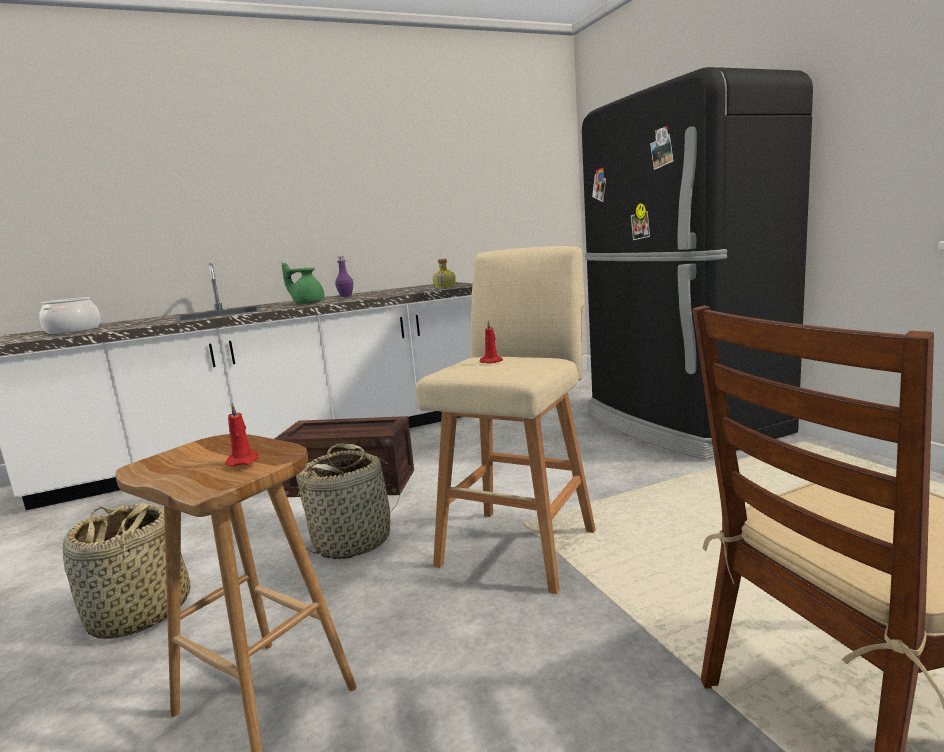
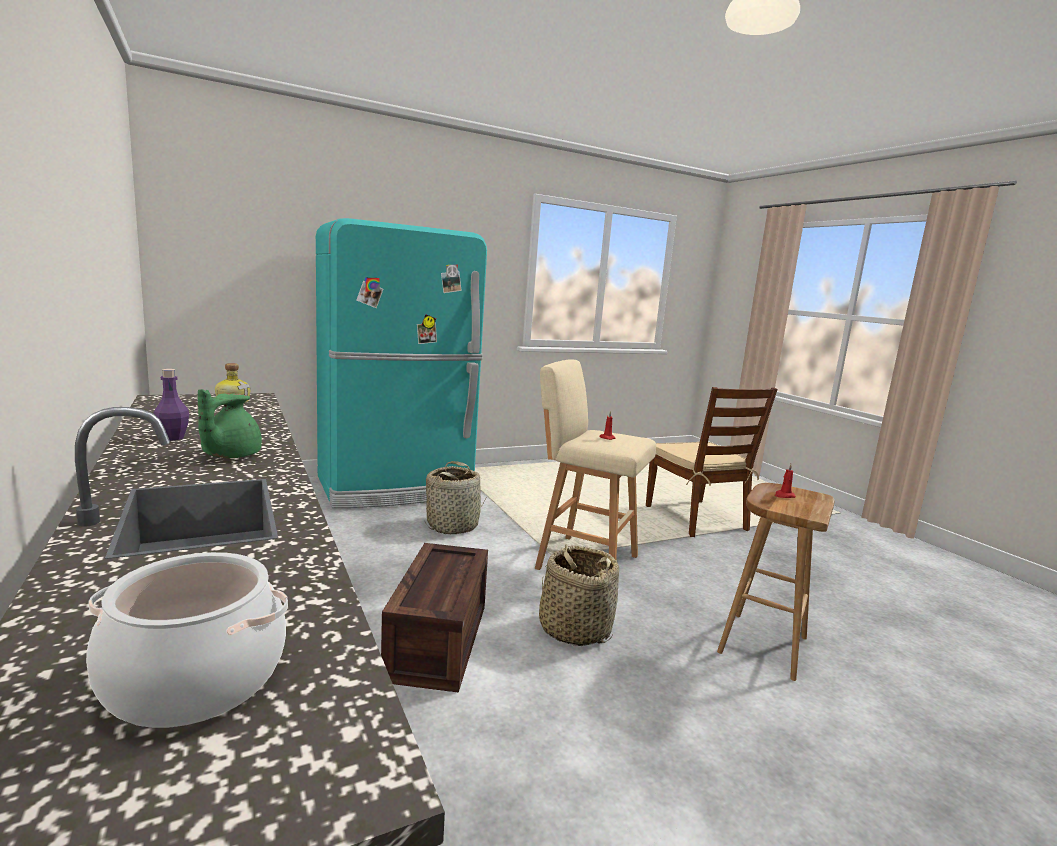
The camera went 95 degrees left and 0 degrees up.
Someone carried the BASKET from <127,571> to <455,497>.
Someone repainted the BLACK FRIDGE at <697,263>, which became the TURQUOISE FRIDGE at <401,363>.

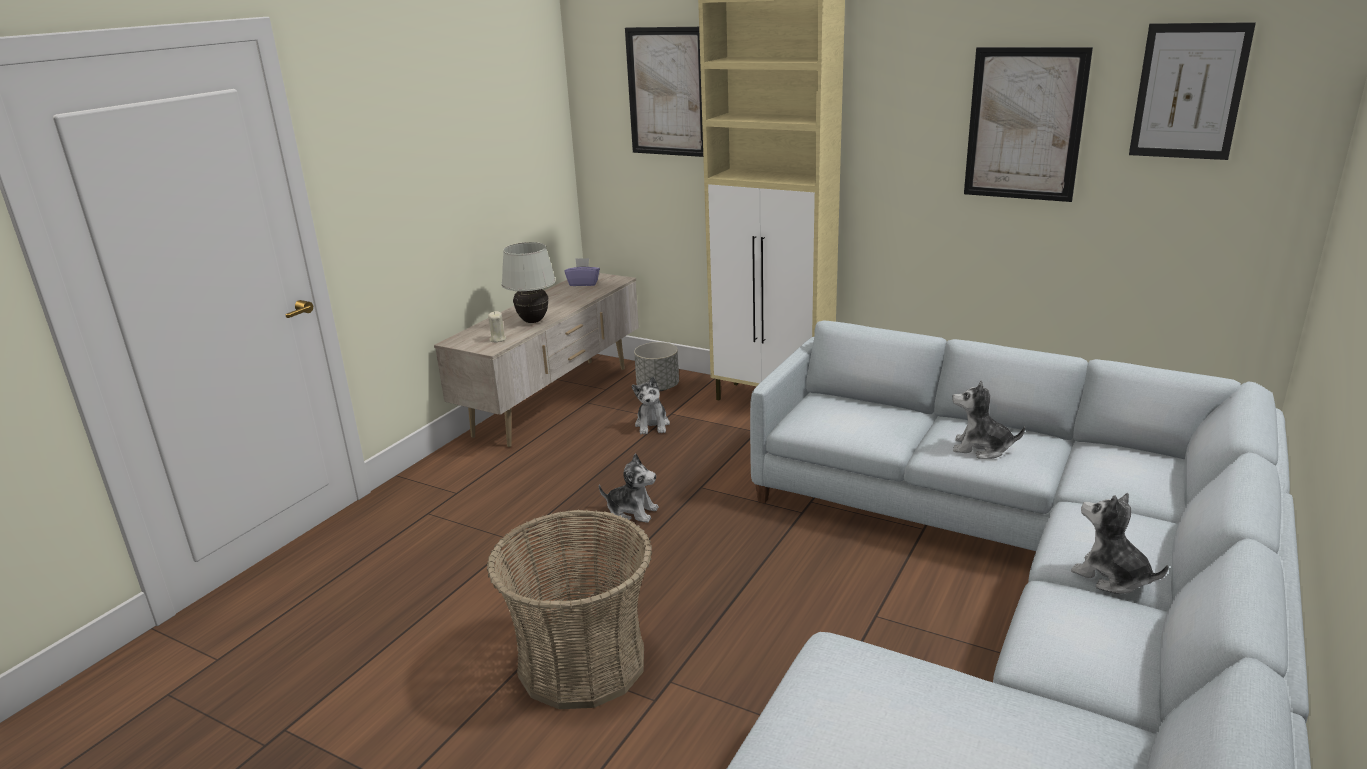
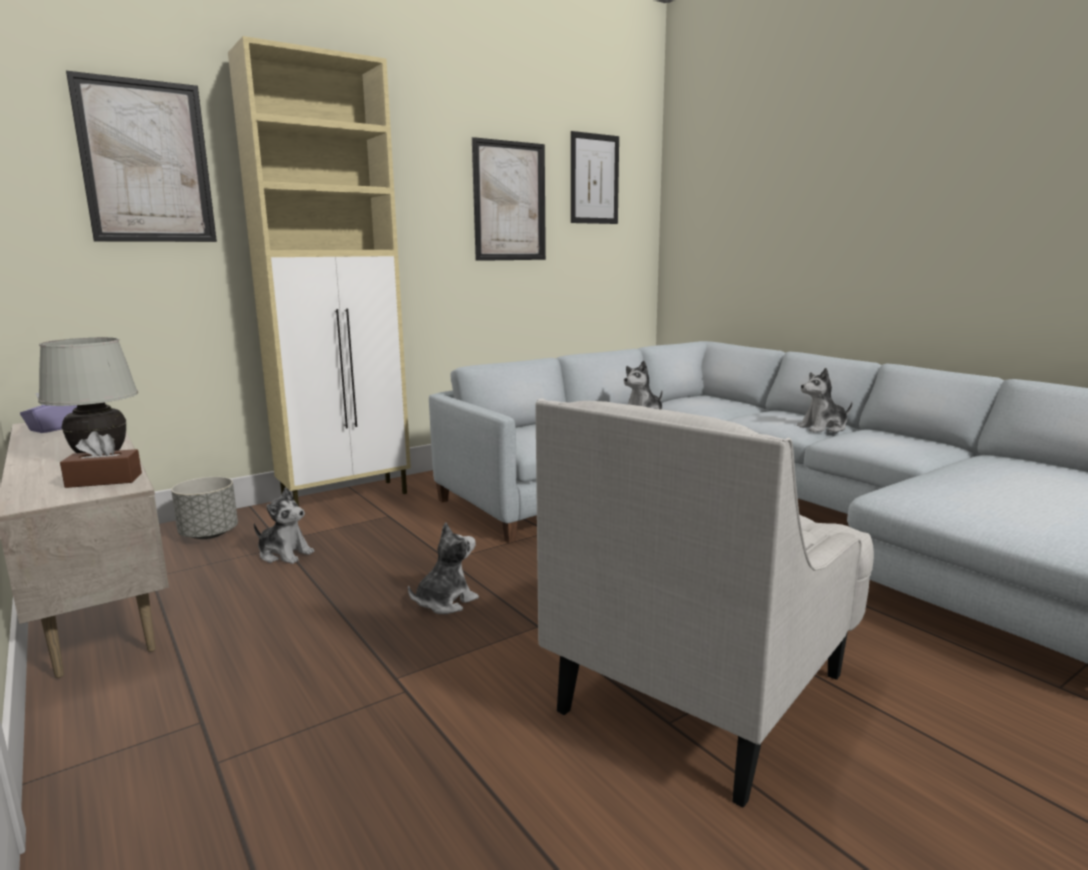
The camera went 65 degrees left and 10 degrees down.
Someone swapped the BASKET at <569,609> for the WHITE ARMCHAIR at <704,603>.
Someone swapped the BEIGE CANDLE at <497,326> for the BROWN TISSUE BOX at <101,459>.

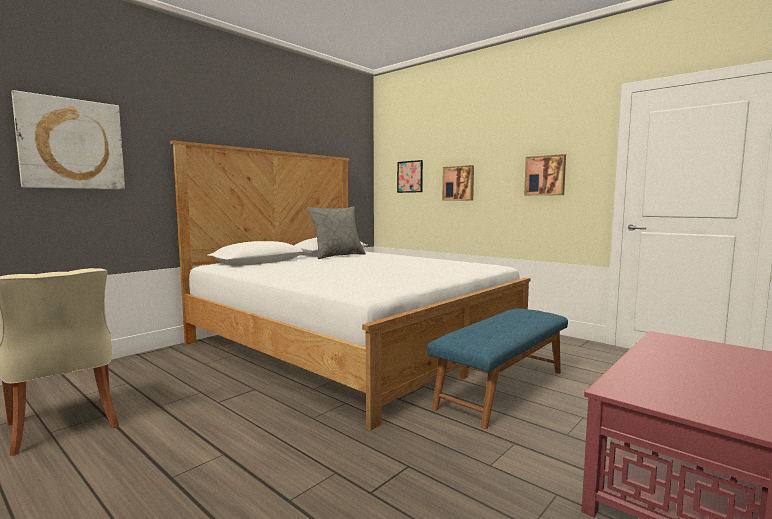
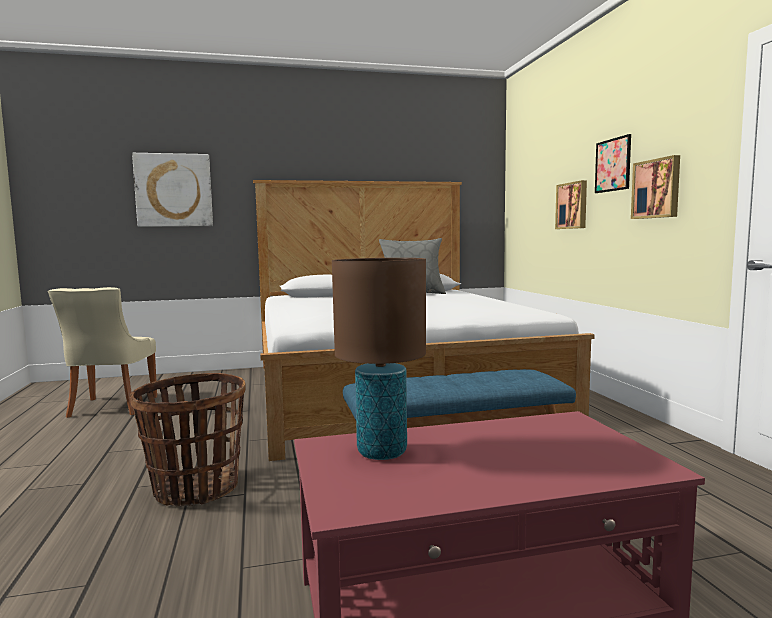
The camera went 35 degrees right and 0 degrees up.
Someone carried the PICTURE from <410,176> to <613,163>.
Someone put down the BASKET at <187,439>.
Someone put down the BROWN TABLE LAMP at <379,359>.

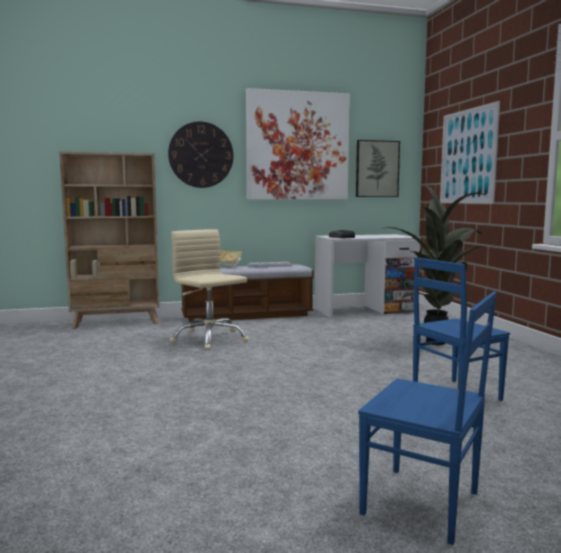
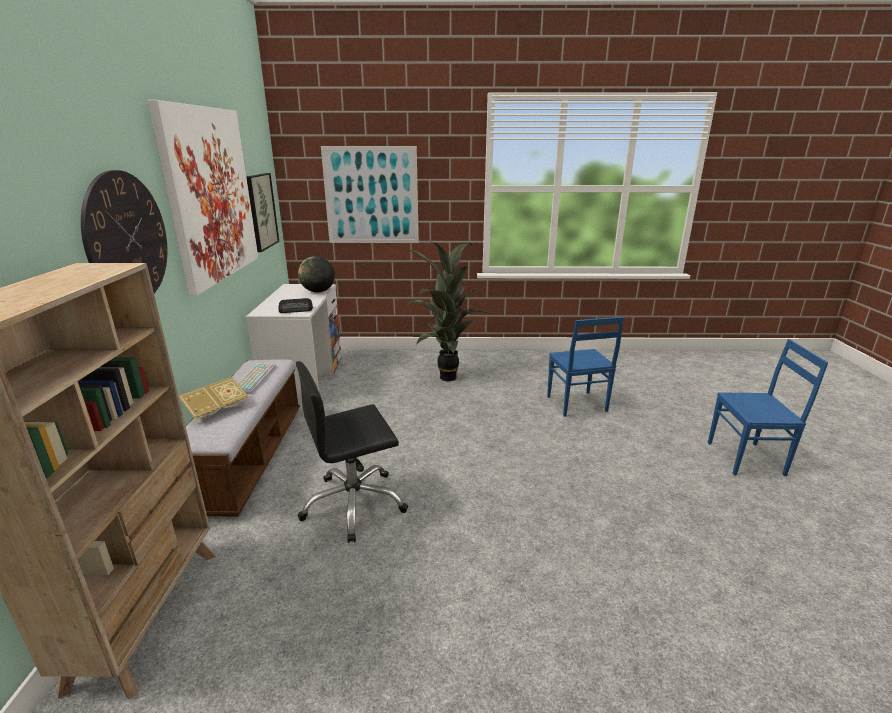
The camera went 75 degrees left and 15 degrees up.
Someone repainted the BEIGE OFFICE CHAIR at <209,289>, which became the BLACK OFFICE CHAIR at <352,452>.
Someone rotated the BLUE CHAIR at <427,418> by 45 degrees clockwise.
Someone put down the GLOBE at <316,274>.

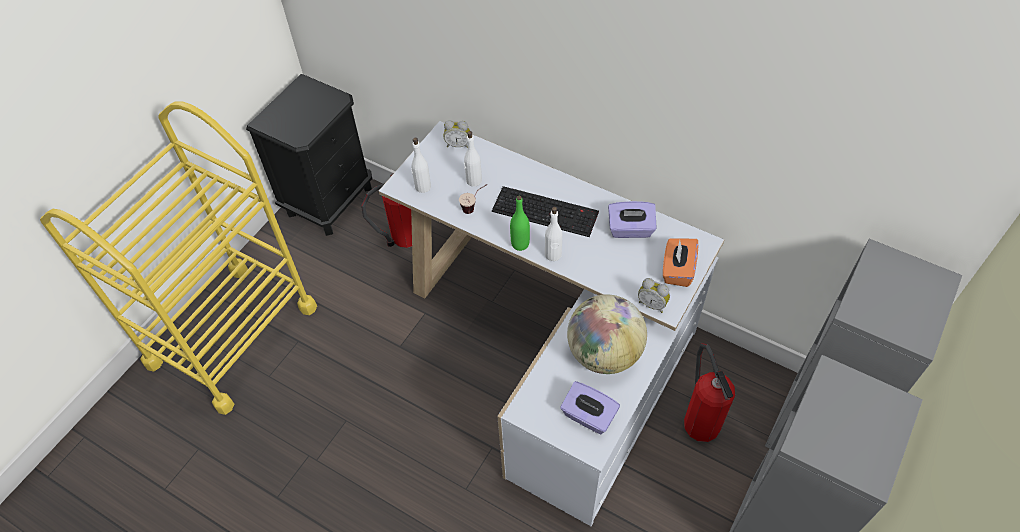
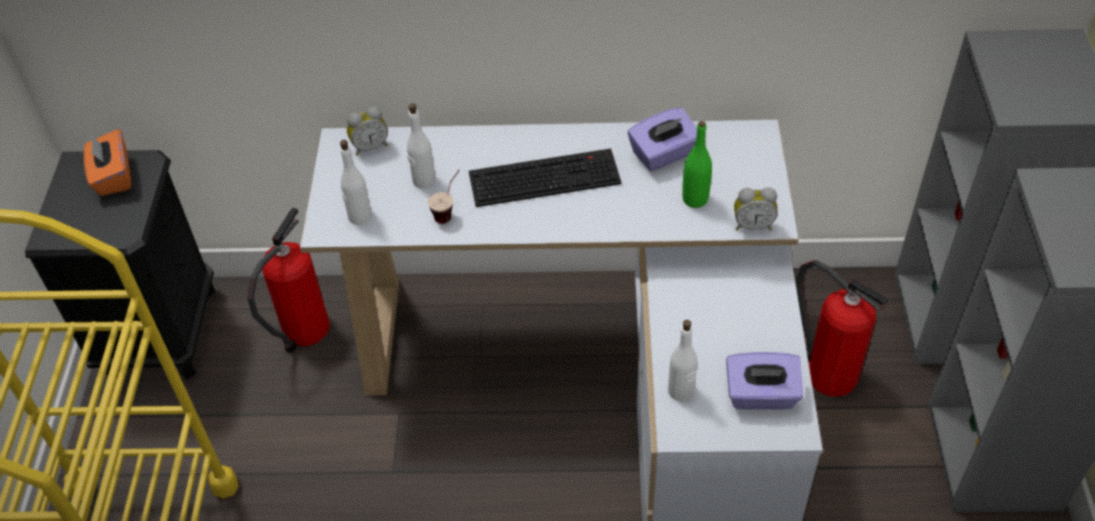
The camera went 30 degrees left and 5 degrees down.
Someone carried the GREEN BOTTLE from <520,223> to <697,164>.
Someone carried the WHITE BOTTLE from <554,234> to <682,360>.
Someone took away the GLOBE at <607,334>.
Someone carried the ORANGE TISSUE BOX from <680,263> to <107,162>.

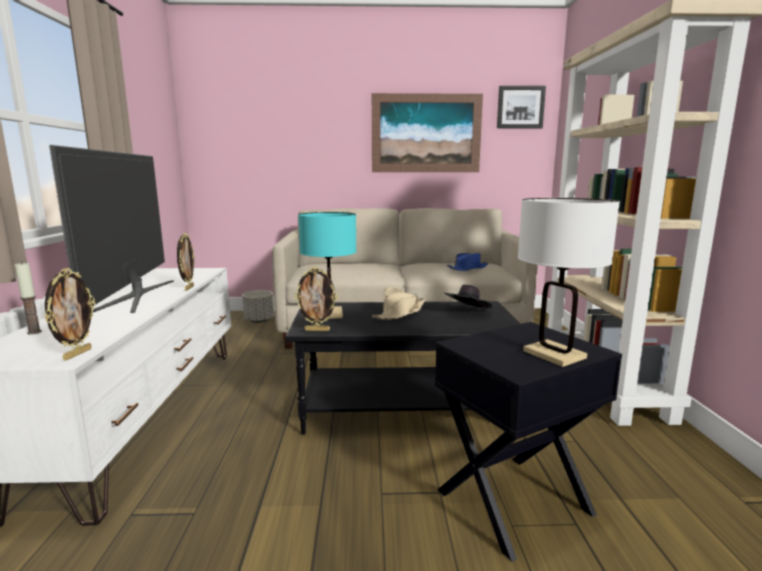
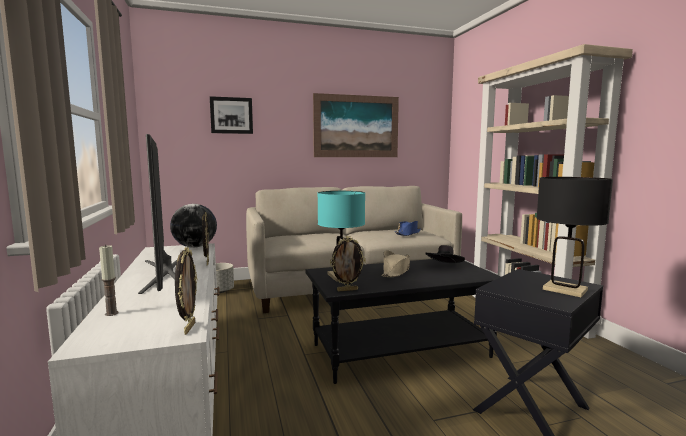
The camera went 15 degrees left and 5 degrees down.
Someone carried the PICTURE from <521,107> to <231,115>.
Someone repainted the WHITE TABLE LAMP at <569,282>, which became the BLACK TABLE LAMP at <574,237>.
Someone put down the GLOBE at <193,226>.

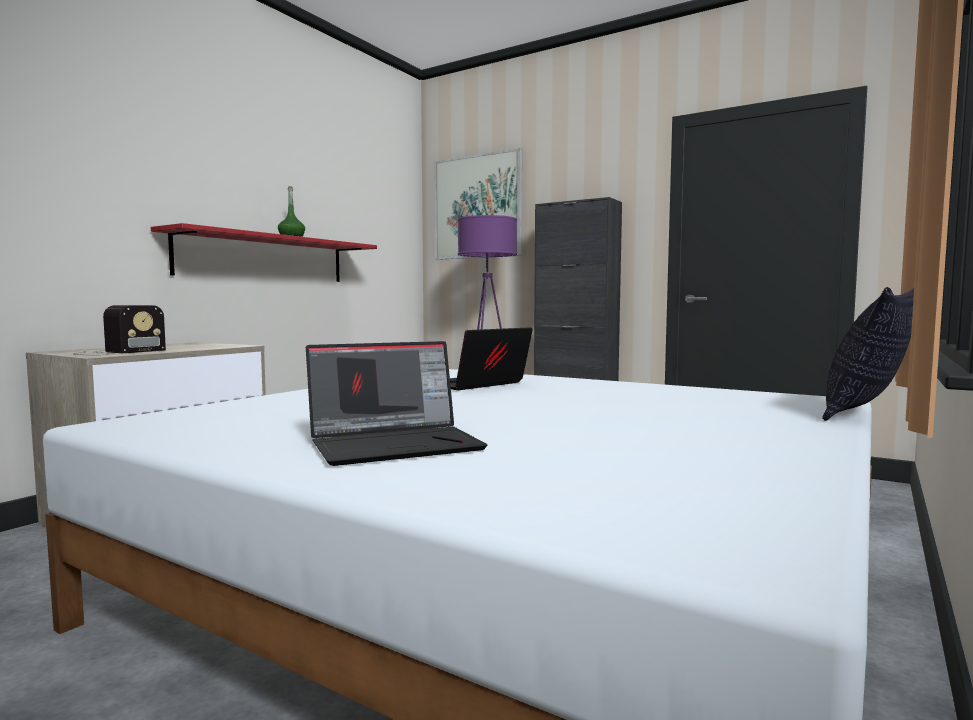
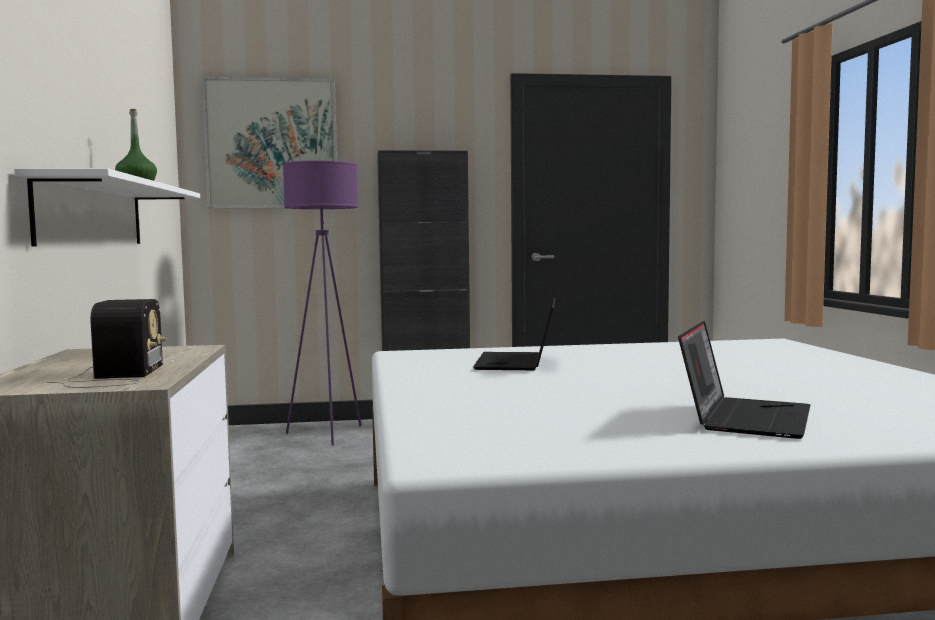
The camera went 40 degrees left and 0 degrees up.
Someone repainted the RED SHELF at <264,252>, which became the WHITE SHELF at <107,207>.
Someone took away the PILLOW at <868,354>.

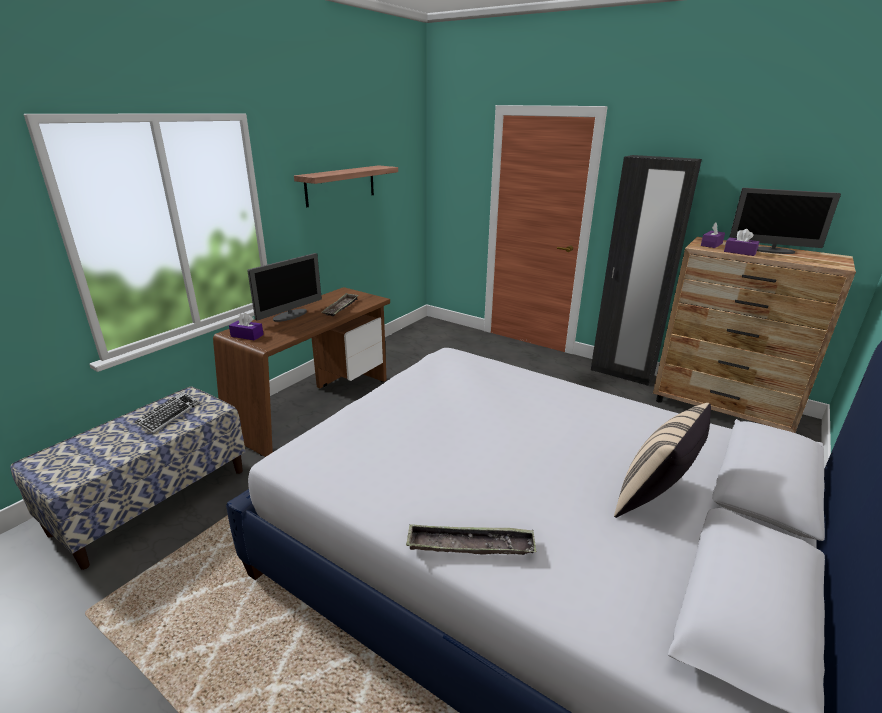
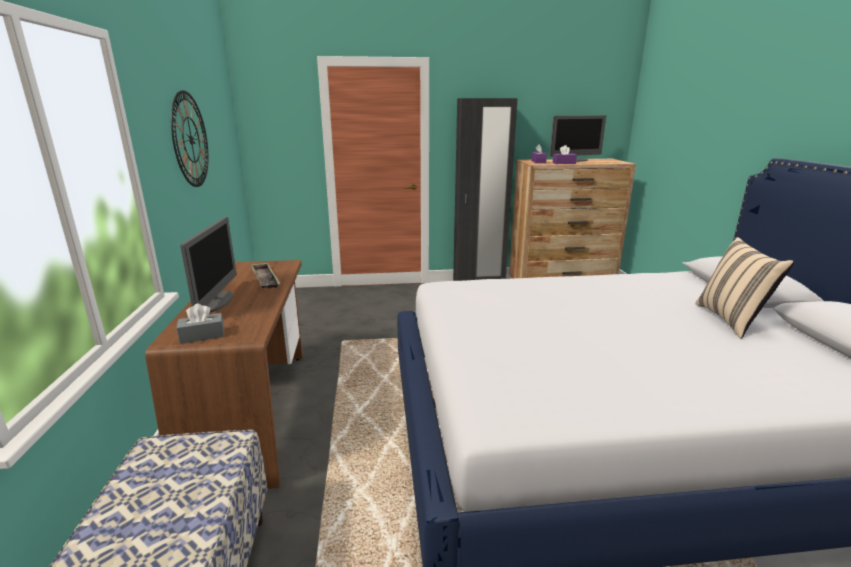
The camera went 40 degrees left and 5 degrees down.
Someone took away the KEYBOARD at <167,413>.
Someone repainted the PURPLE TISSUE BOX at <246,327>, which became the GREY TISSUE BOX at <200,324>.
Someone swapped the SHELF at <346,186> for the WALL CLOCK at <189,138>.
Someone took away the TRAY at <471,539>.

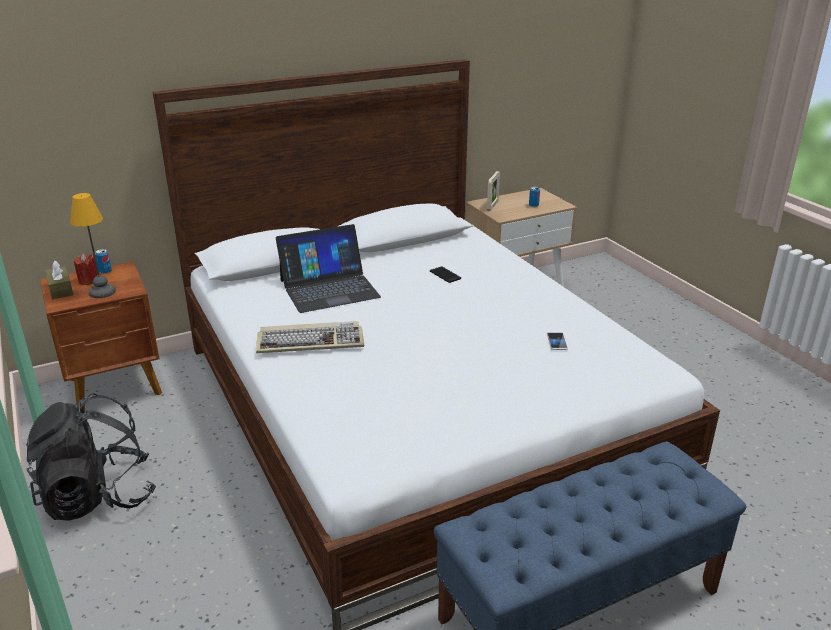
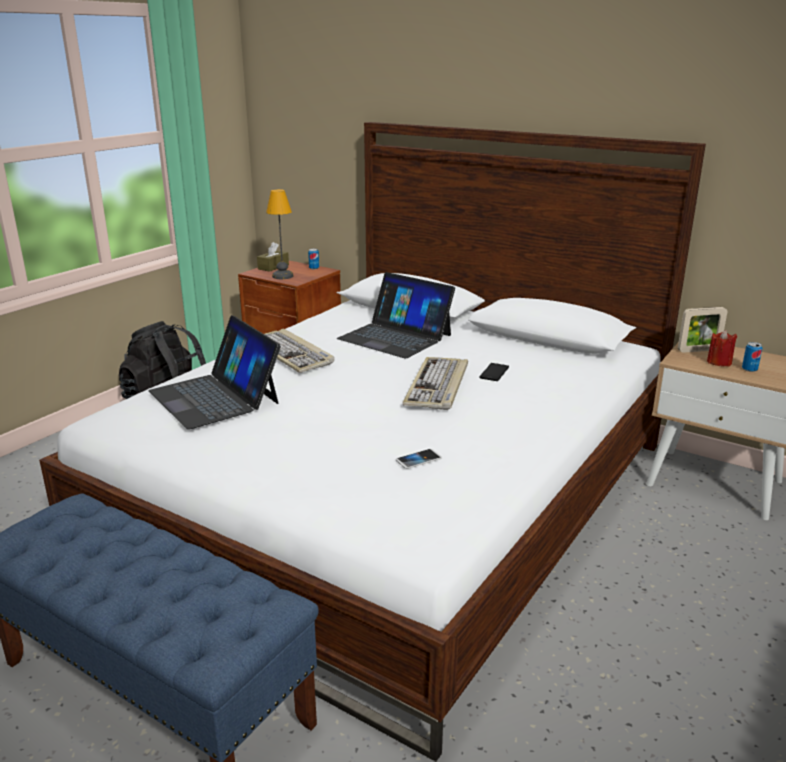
The camera went 60 degrees right and 5 degrees down.
Someone carried the RED CANDLE from <86,269> to <722,348>.
Someone put down the LAPTOP at <215,372>.
Someone put down the KEYBOARD at <435,383>.

